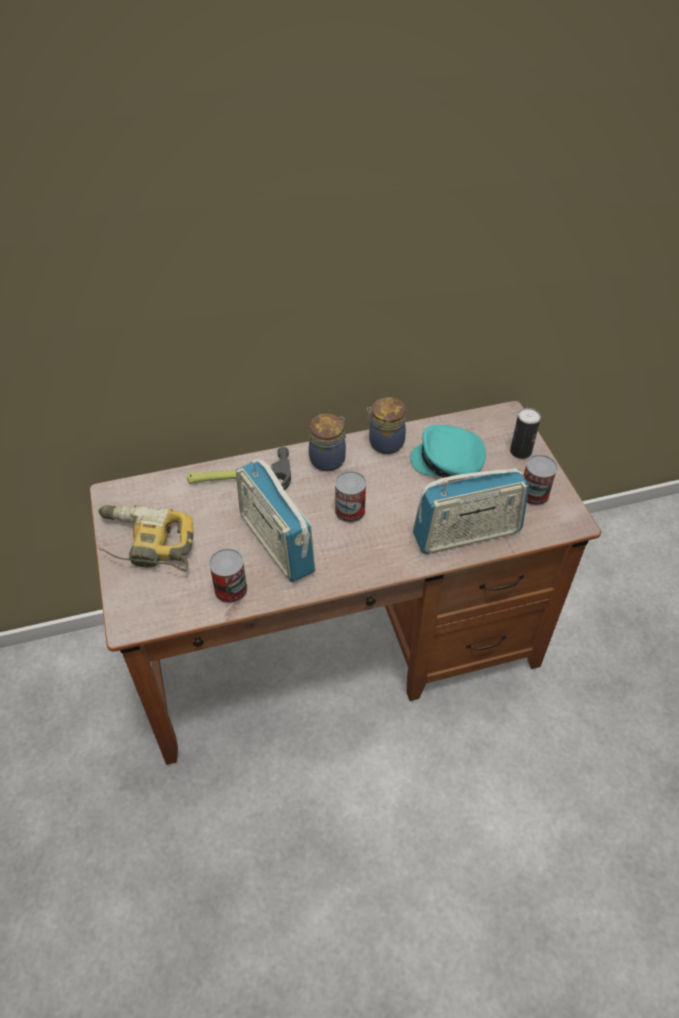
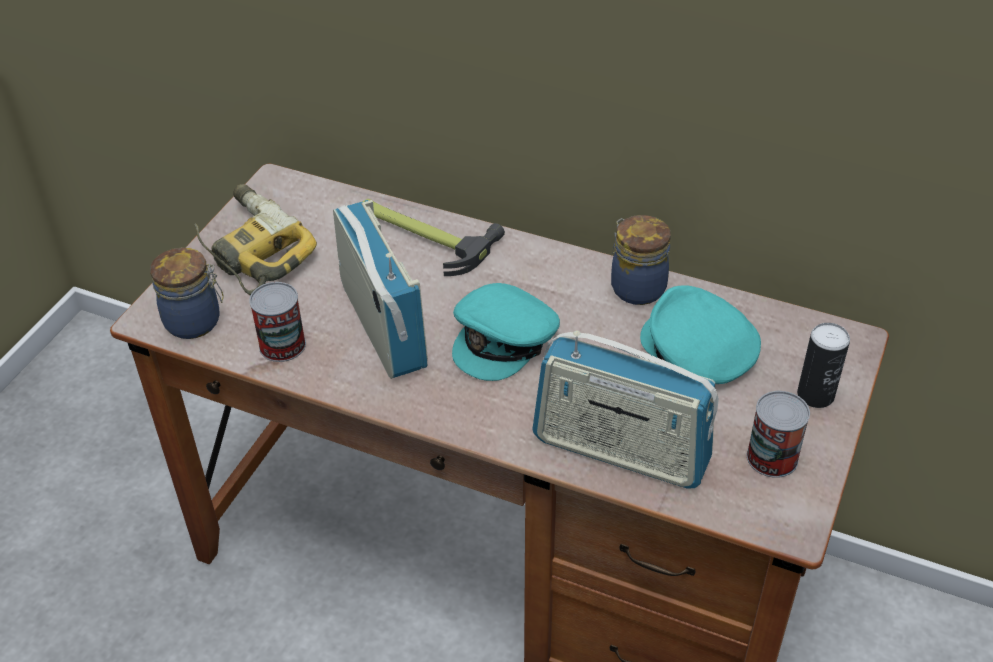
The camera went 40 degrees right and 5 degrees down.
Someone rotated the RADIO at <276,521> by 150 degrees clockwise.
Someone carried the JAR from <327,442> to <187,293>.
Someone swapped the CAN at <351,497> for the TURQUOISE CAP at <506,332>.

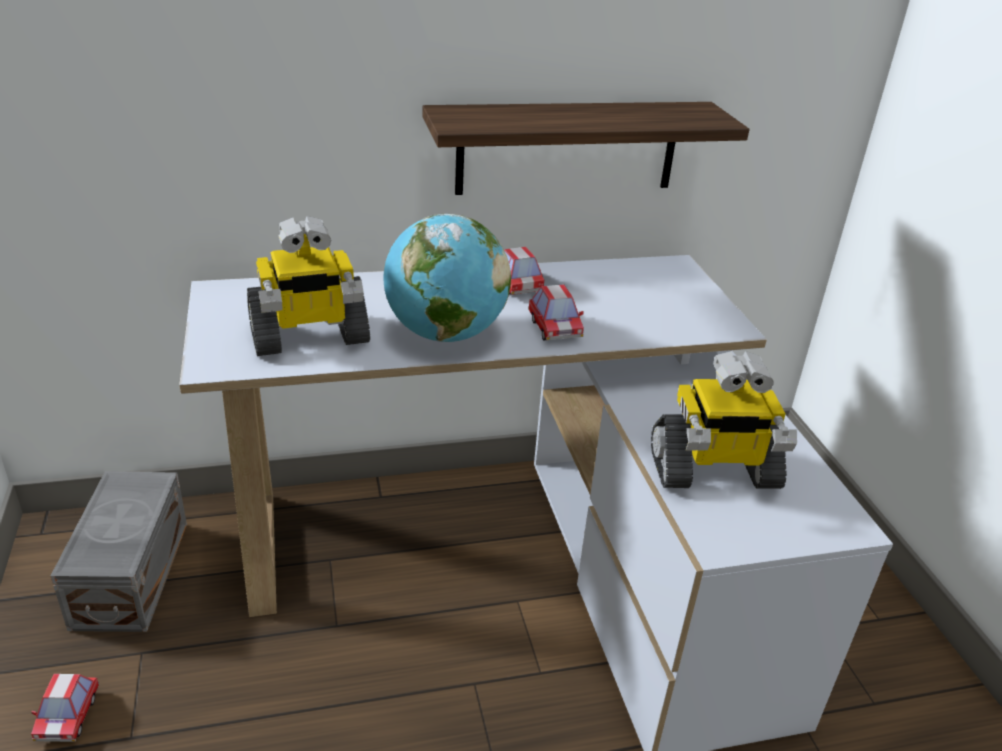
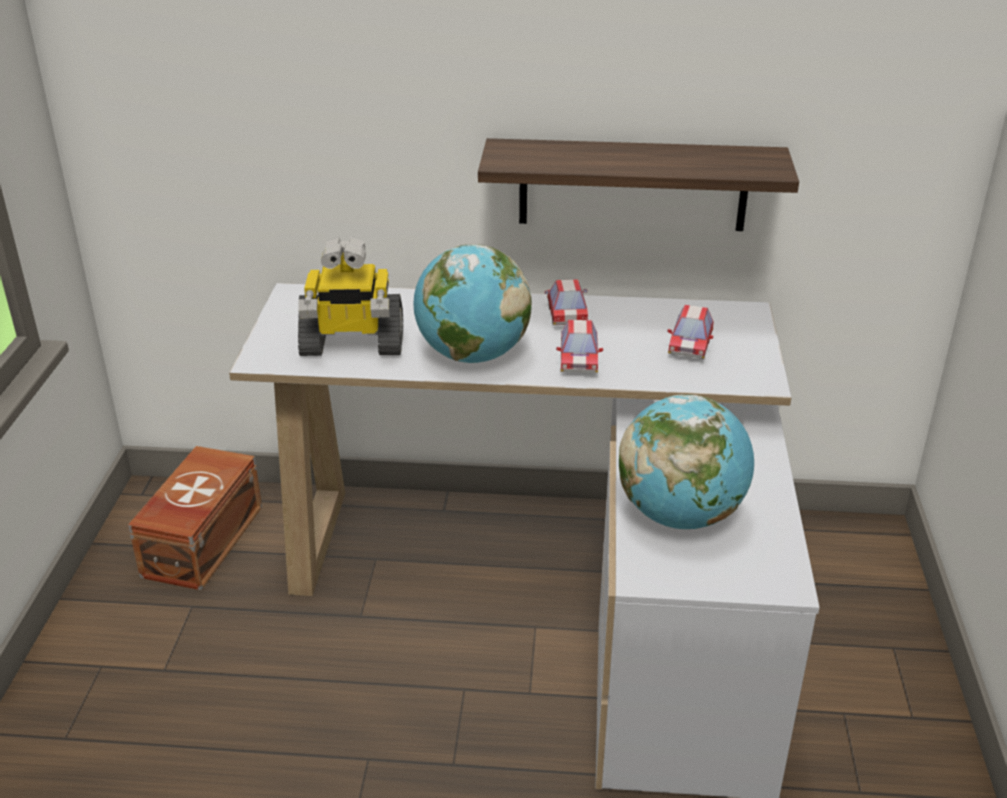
The camera went 20 degrees right and 0 degrees up.
Someone carried the TOY CAR from <65,708> to <691,332>.
Someone repainted the GREY STORAGE BOX at <119,551>, which became the BROWN STORAGE BOX at <195,518>.
Someone swapped the TOY ROBOT at <724,420> for the GLOBE at <686,461>.

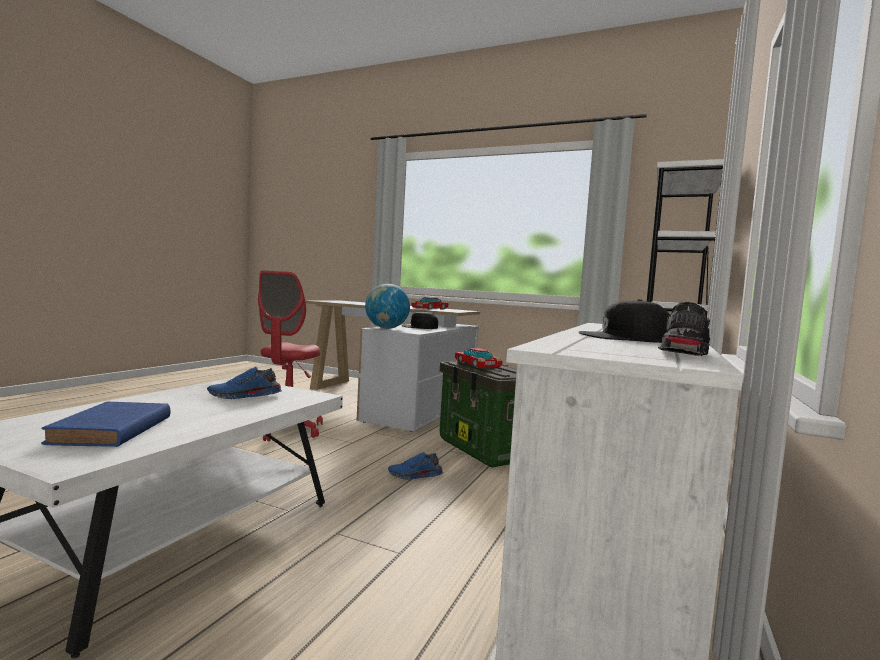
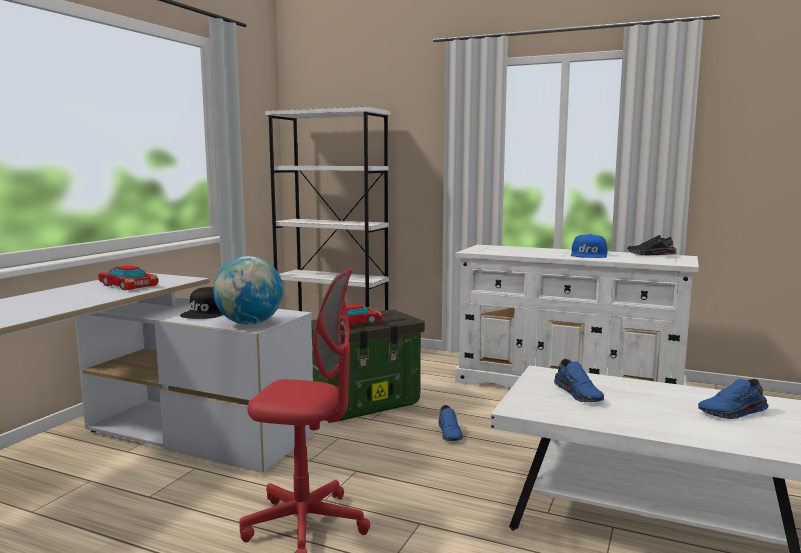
The camera went 90 degrees left and 5 degrees up.
Someone swapped the BLUE BOOK at <105,424> for the BLUE SHOE at <733,399>.
Someone repainted the BLACK CAP at <624,321>, which became the BLUE CAP at <589,246>.

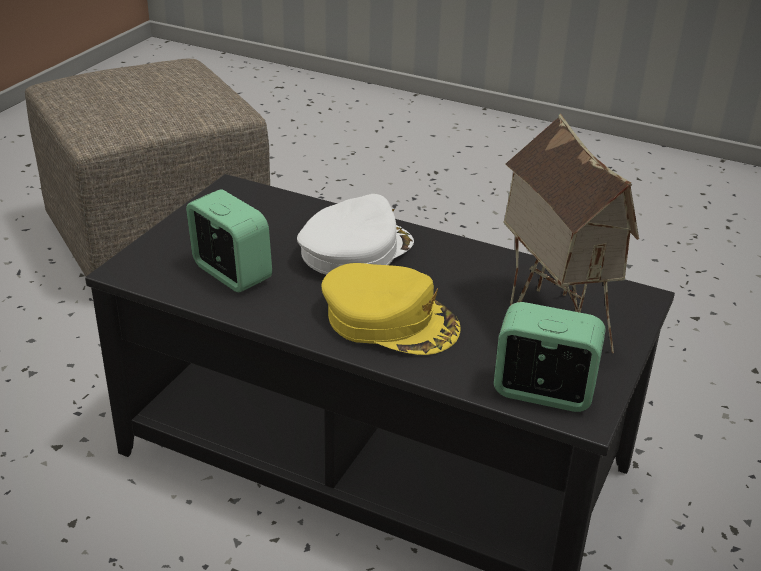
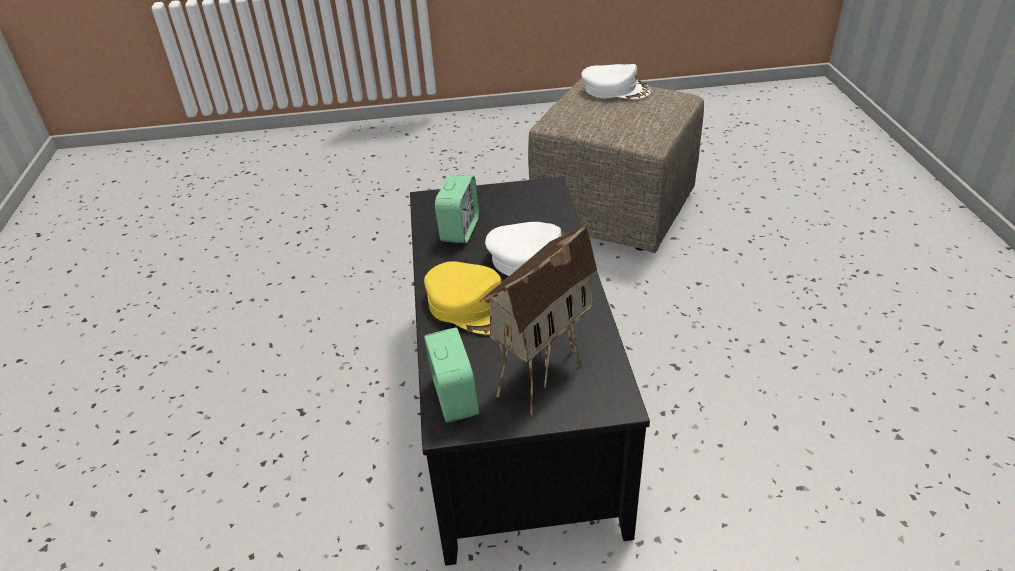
The camera went 60 degrees right and 5 degrees up.
Someone rotated the YELLOW CAP at <391,309> by 45 degrees counterclockwise.
Someone put down the WHITE CAP at <616,81>.

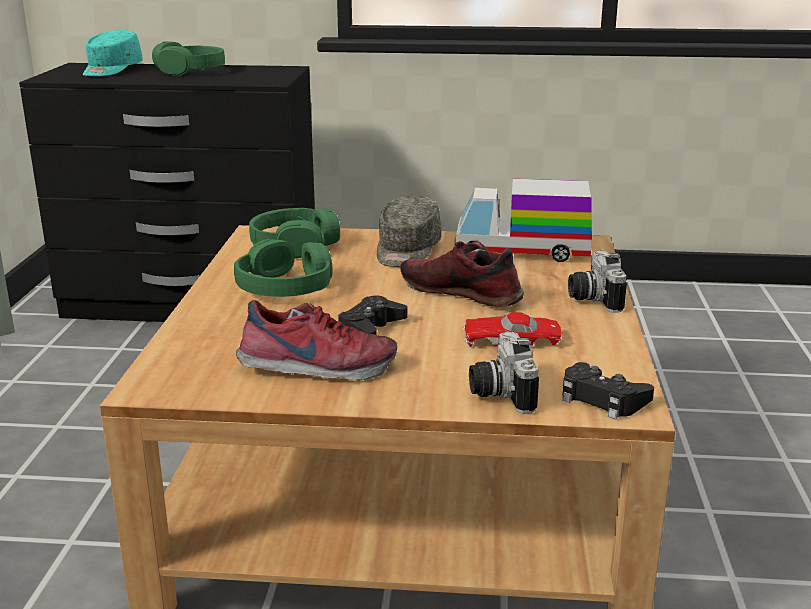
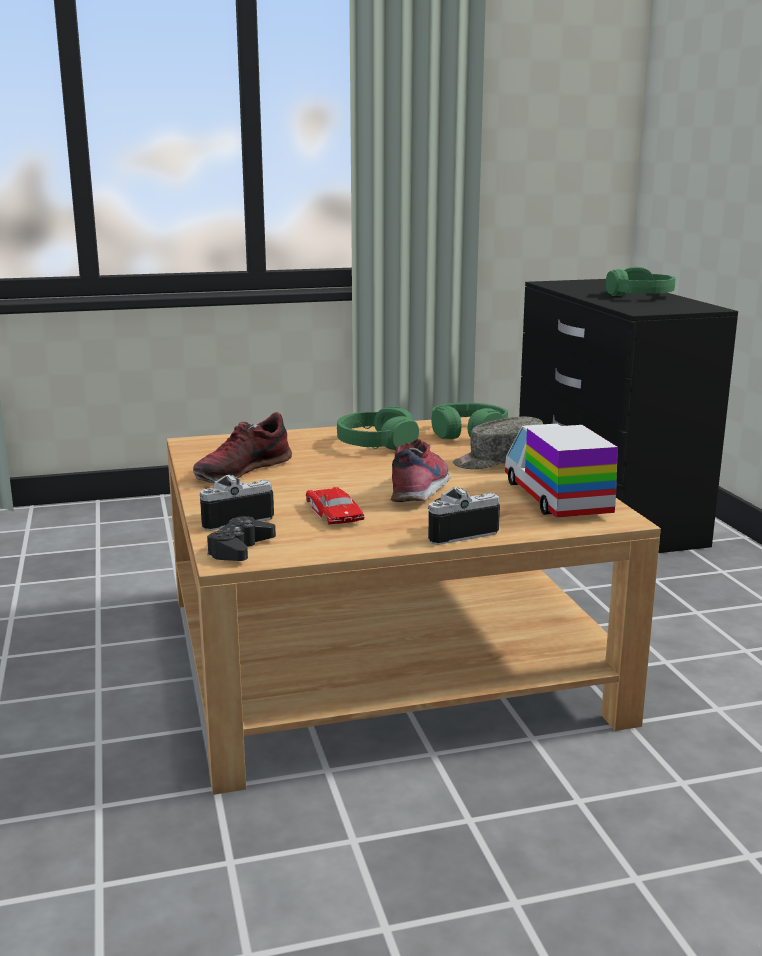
The camera went 70 degrees right and 5 degrees down.
Someone took away the TURQUOISE CAP at <113,53>.
Someone rotated the SHOE at <316,340> by 60 degrees clockwise.
Someone took away the BLACK GAME CONTROLLER at <373,315>.

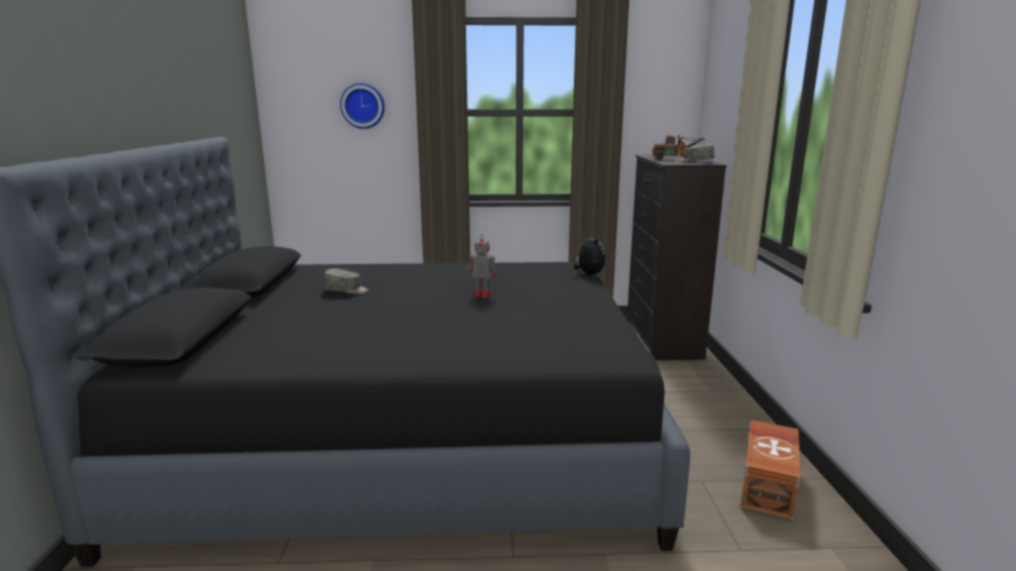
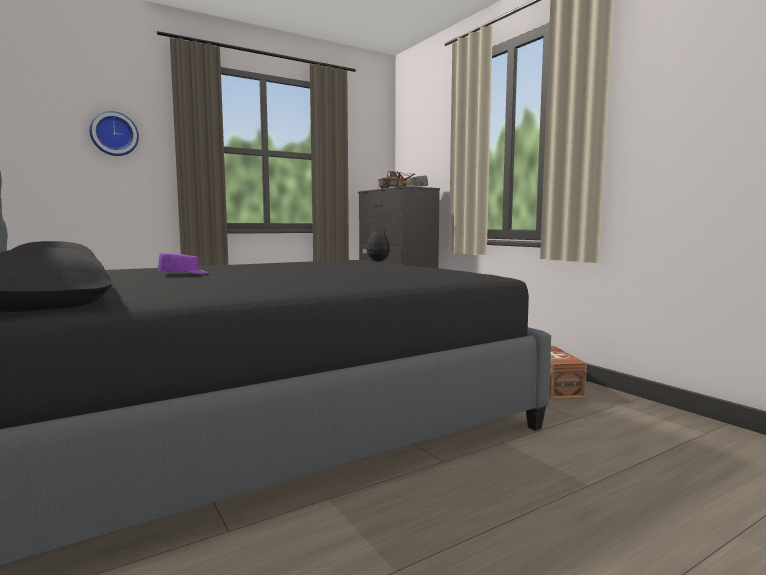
The camera went 30 degrees left and 10 degrees down.
Someone repainted the GREY CAP at <346,281>, which became the PURPLE CAP at <183,263>.
Someone took away the TOY ROBOT at <481,266>.

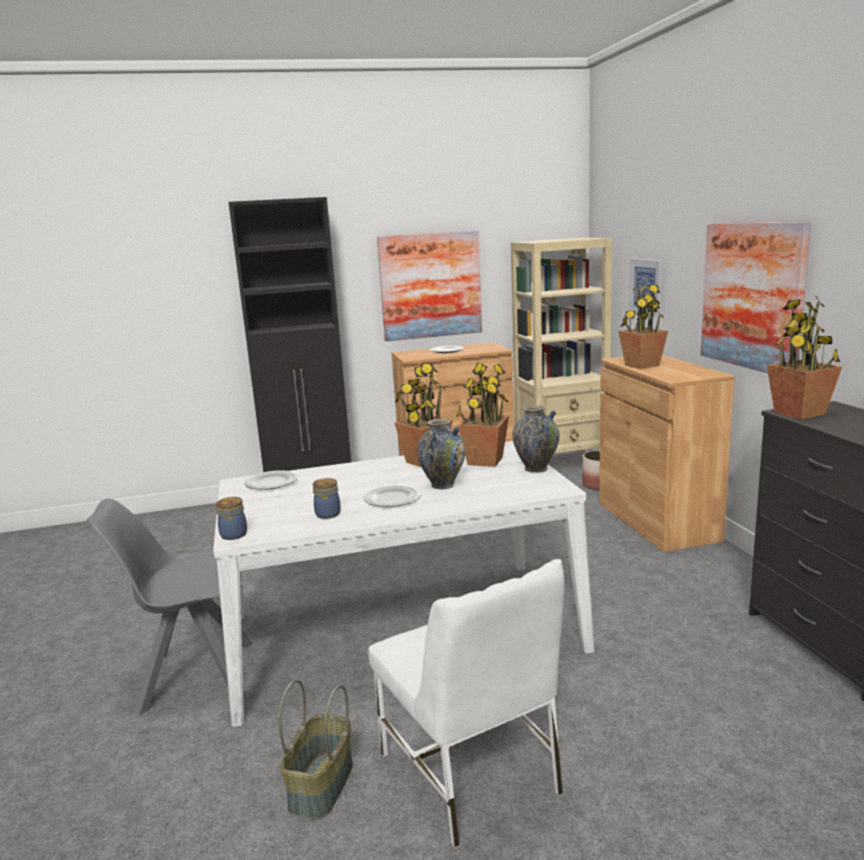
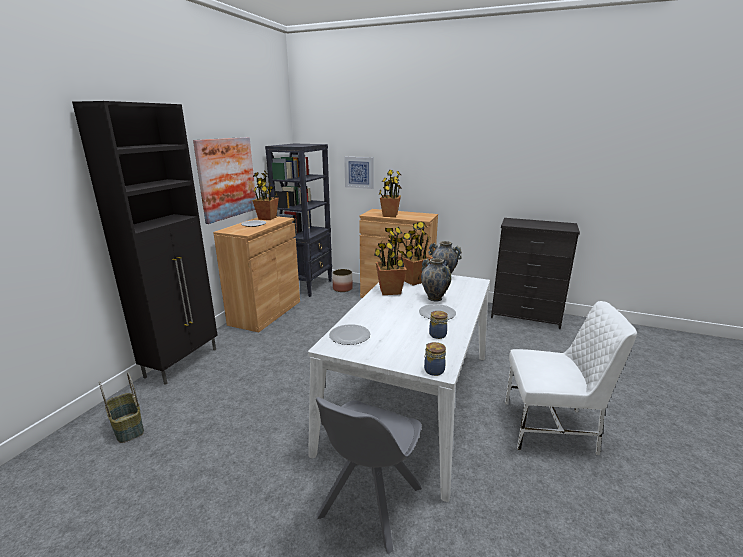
The camera went 55 degrees left and 5 degrees up.
Someone carried the BASKET from <316,749> to <121,407>.
Someone repainted the BEIGE BOOKCASE at <562,347>, which became the BLACK BOOKCASE at <298,220>.
Someone took away the PICTURE at <756,297>.
Someone carried the POTTED PLANT from <804,357> to <265,195>.

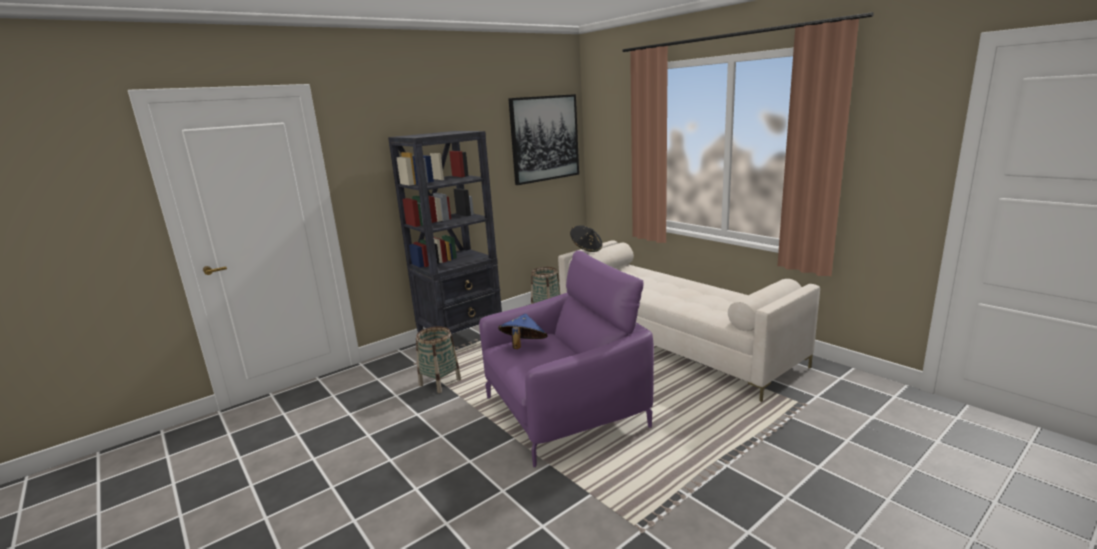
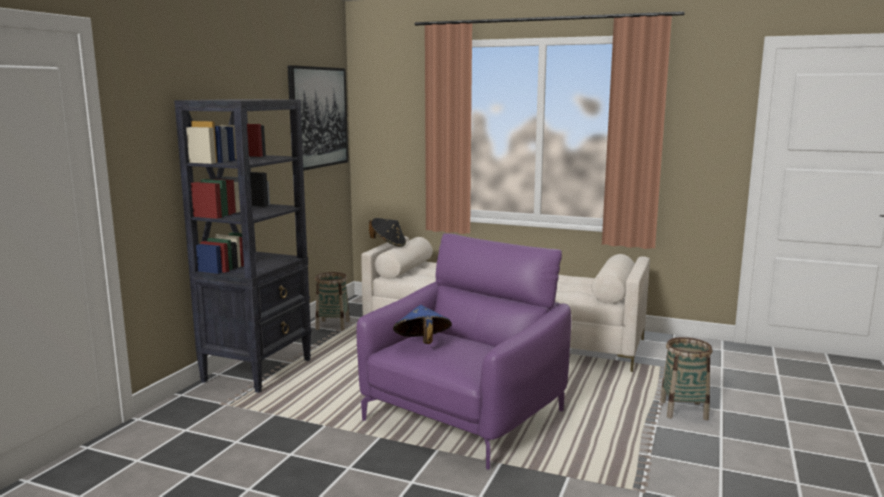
The camera went 30 degrees left and 5 degrees down.
Someone carried the BASKET from <438,360> to <686,378>.

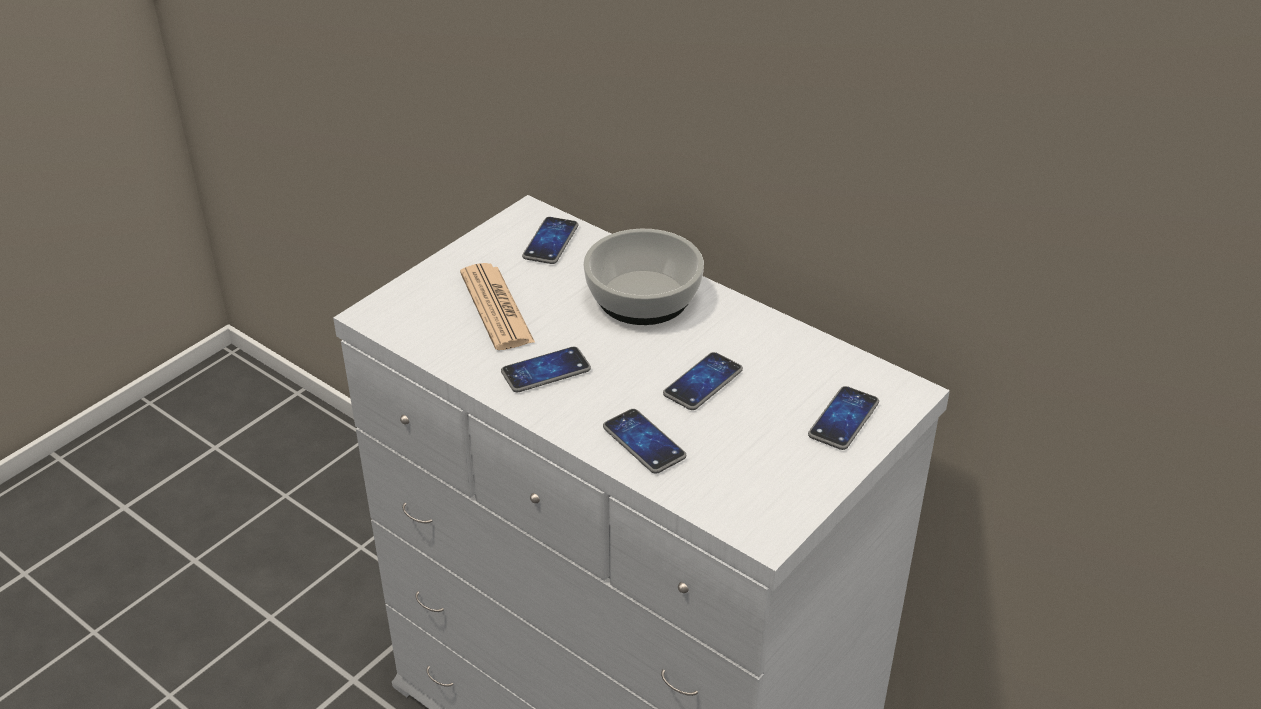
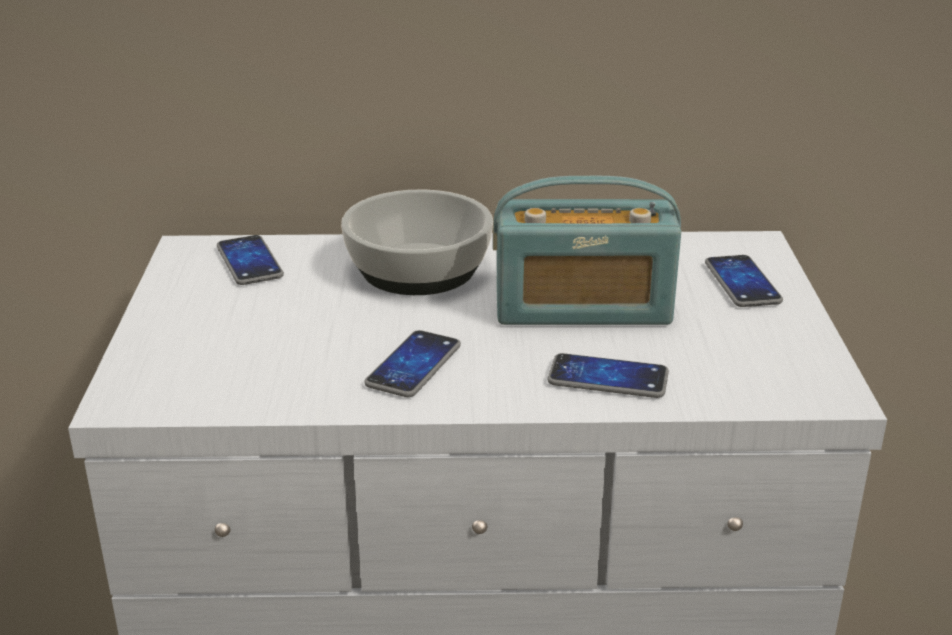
The camera went 40 degrees left and 10 degrees down.
Someone took away the NEWSPAPER at <497,306>.
Someone swapped the PHONE at <703,381> for the RADIO at <587,250>.

